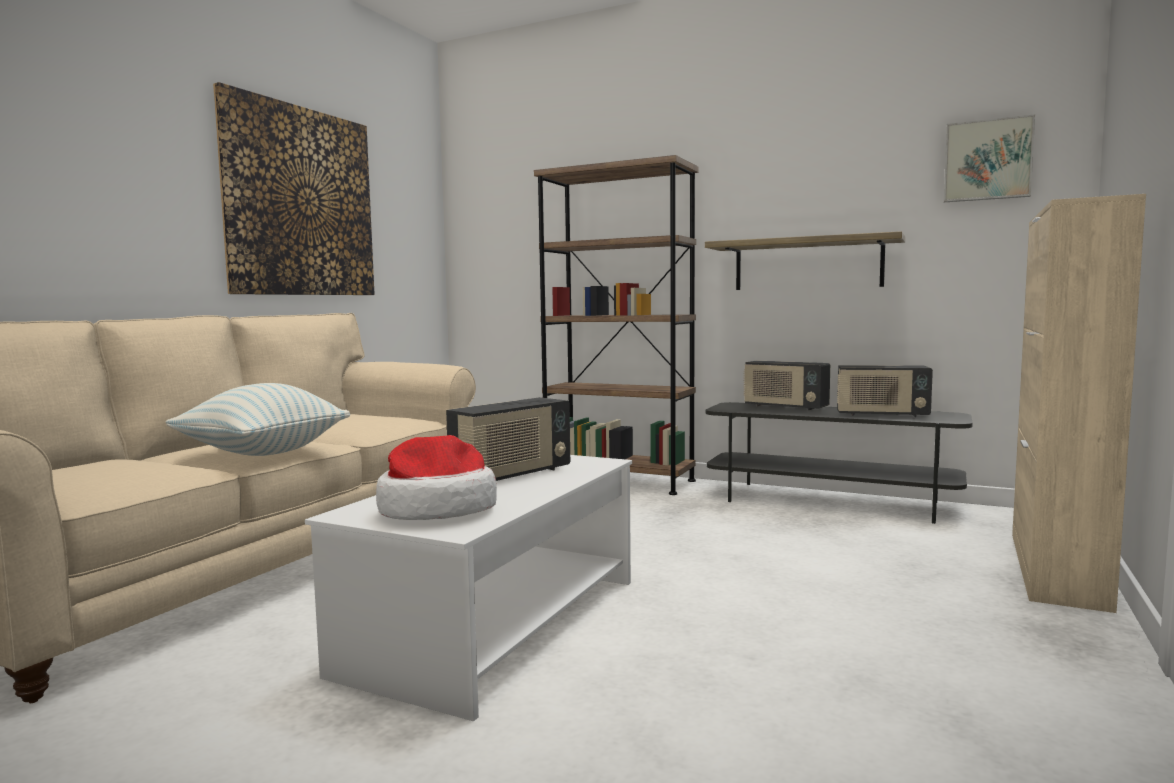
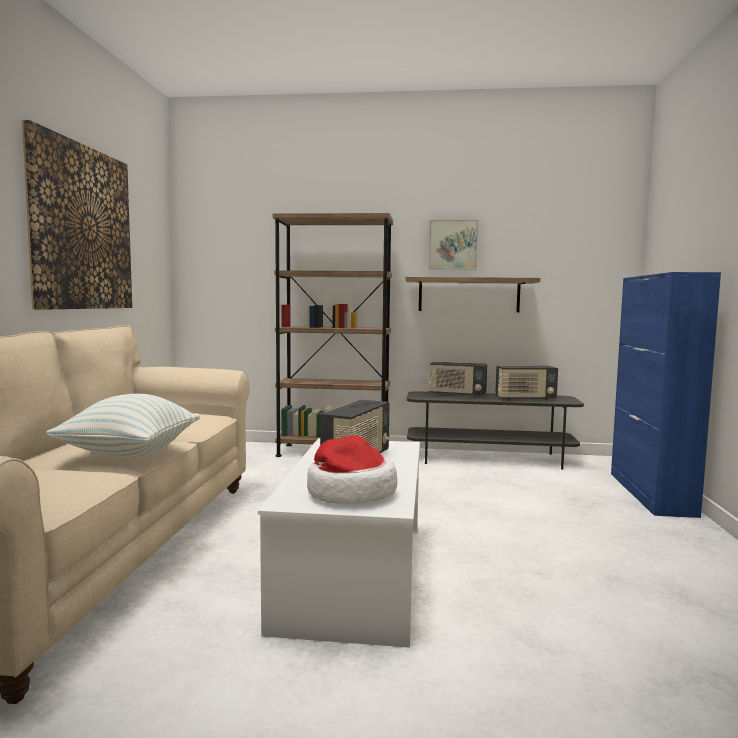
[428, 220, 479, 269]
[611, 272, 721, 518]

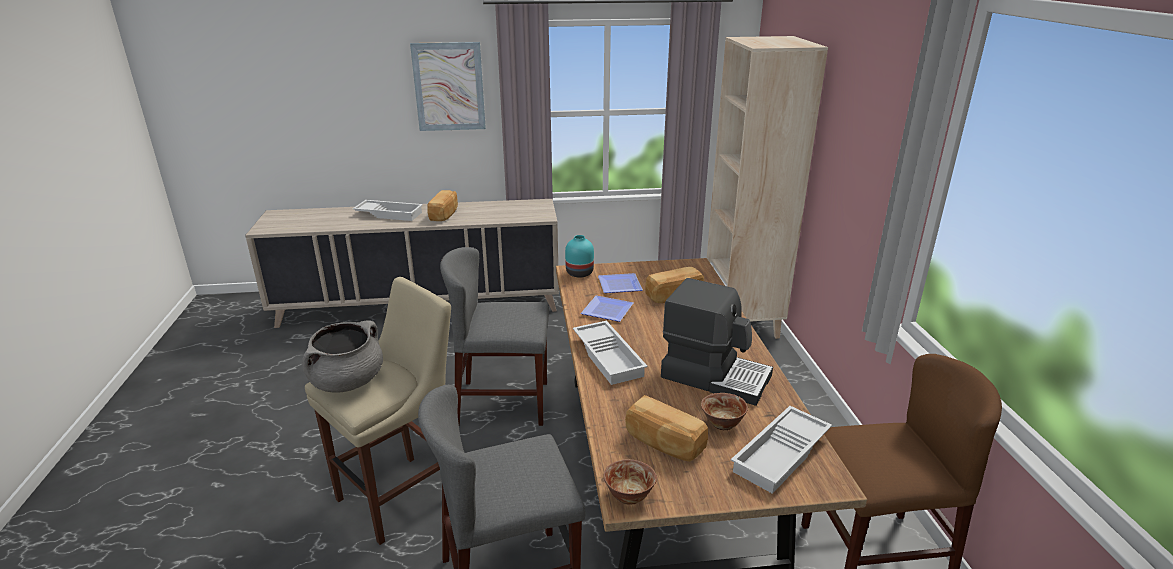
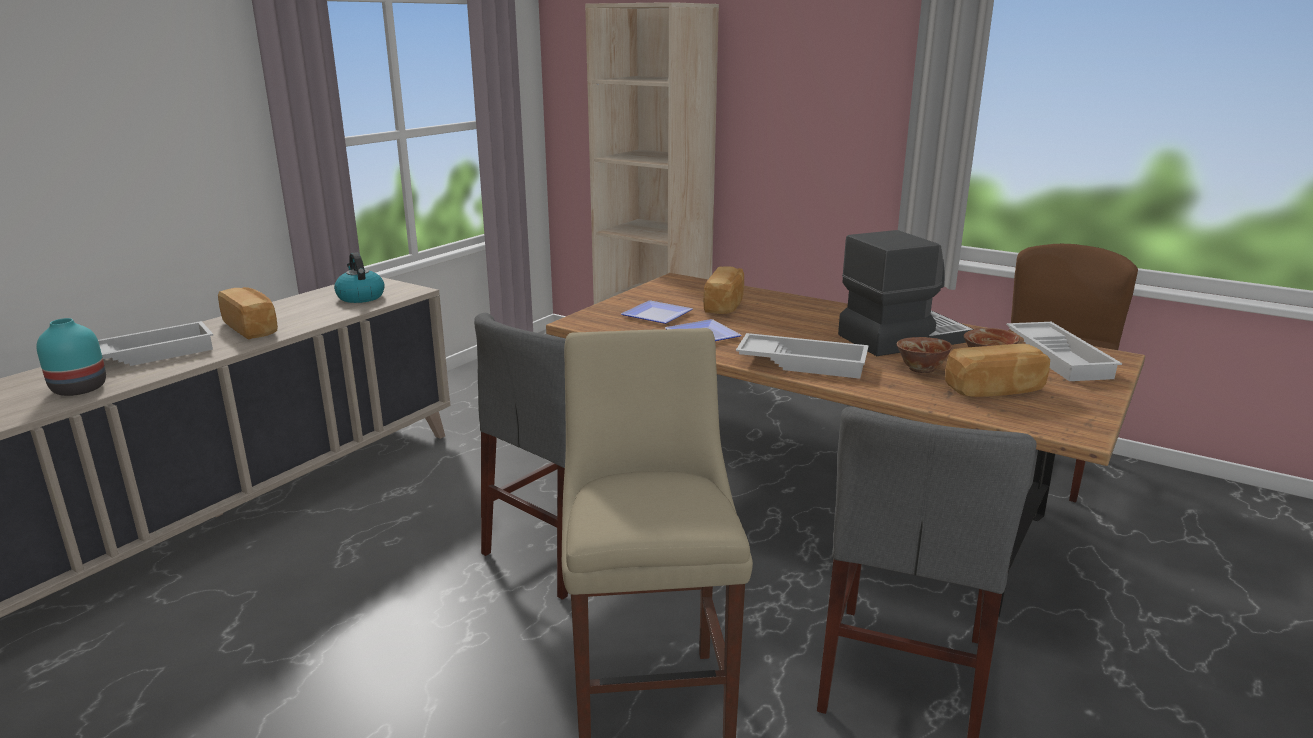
[302, 320, 383, 392] (first image)
[410, 42, 486, 131] (first image)
[334, 252, 385, 303]
[36, 318, 106, 396]
[897, 337, 952, 373]

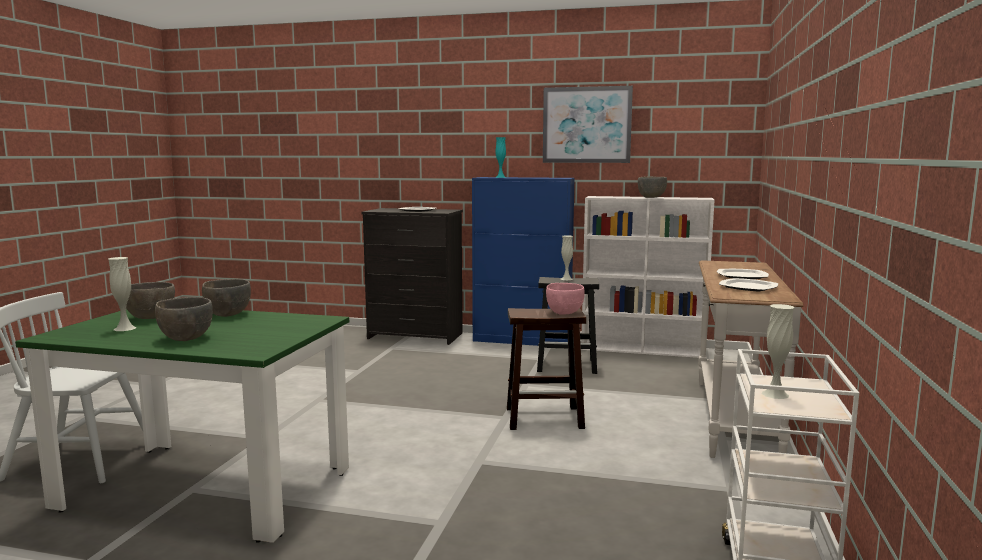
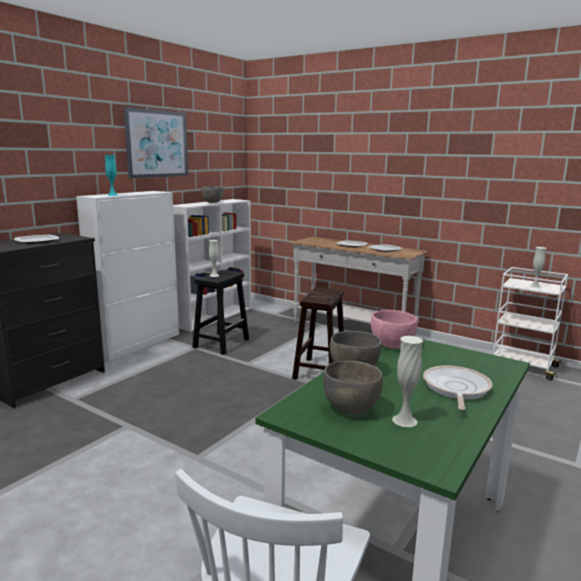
[371, 310, 417, 349]
[423, 366, 492, 410]
[76, 191, 179, 361]

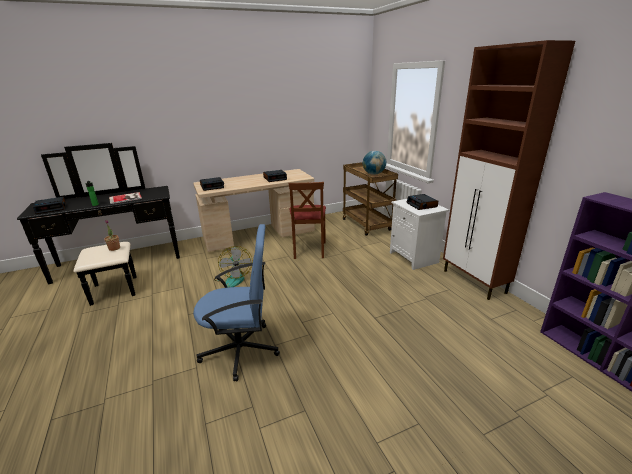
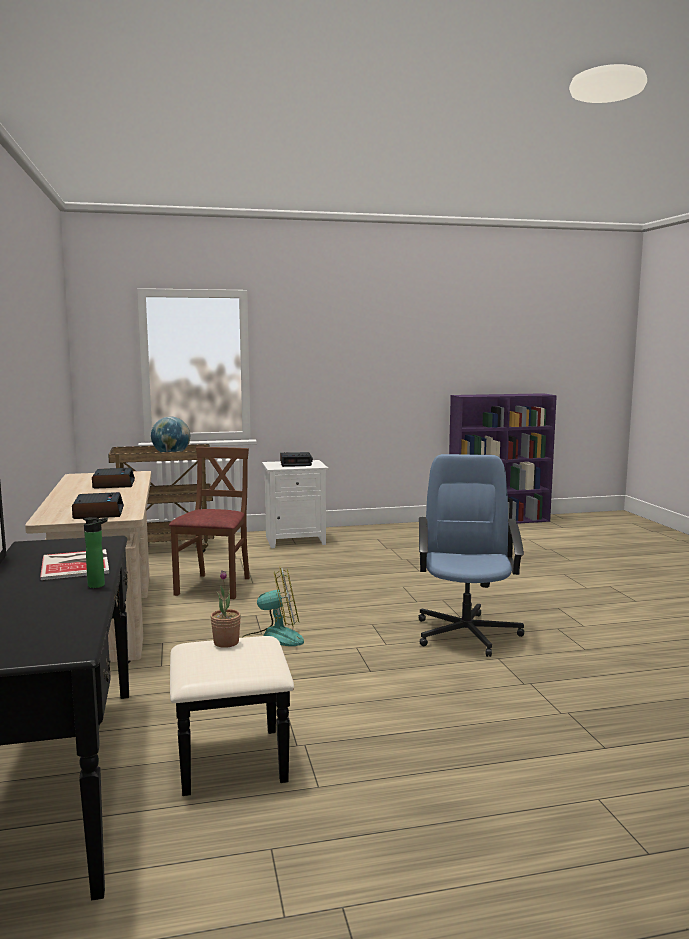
[33, 197, 66, 214] (first image)
[443, 40, 575, 300] (first image)
[169, 447, 250, 599]

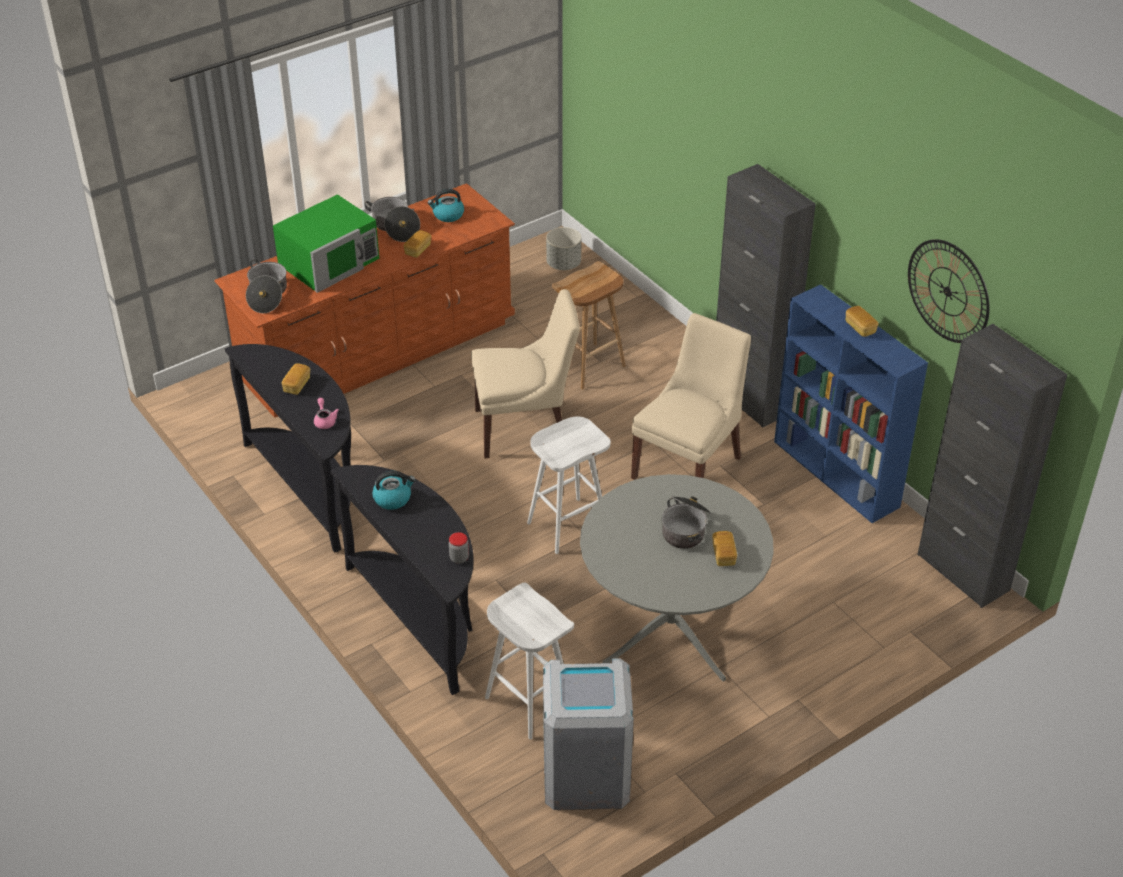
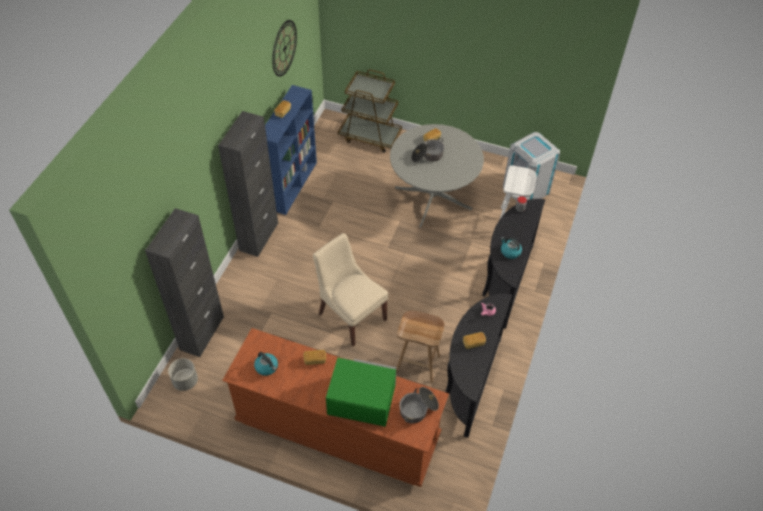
[365, 197, 420, 242] (first image)
[527, 416, 611, 554] (first image)
[631, 313, 751, 480] (first image)
[338, 70, 402, 153]
[396, 311, 444, 383]
[145, 208, 224, 357]

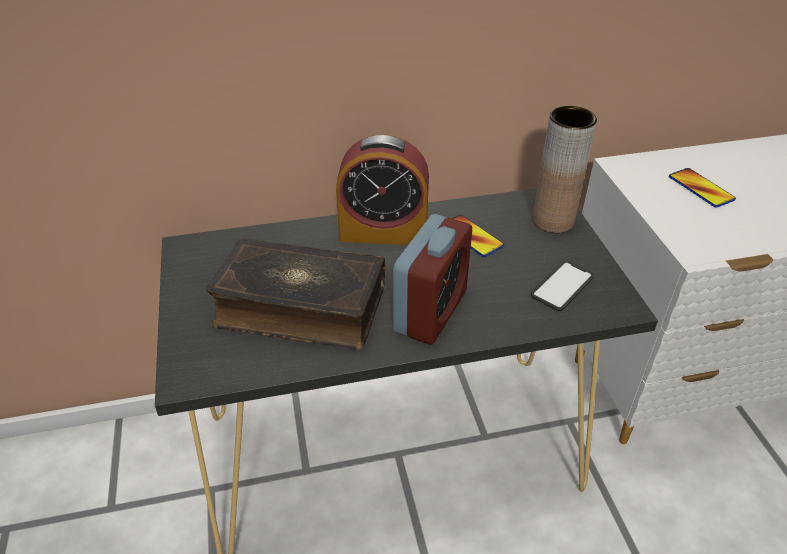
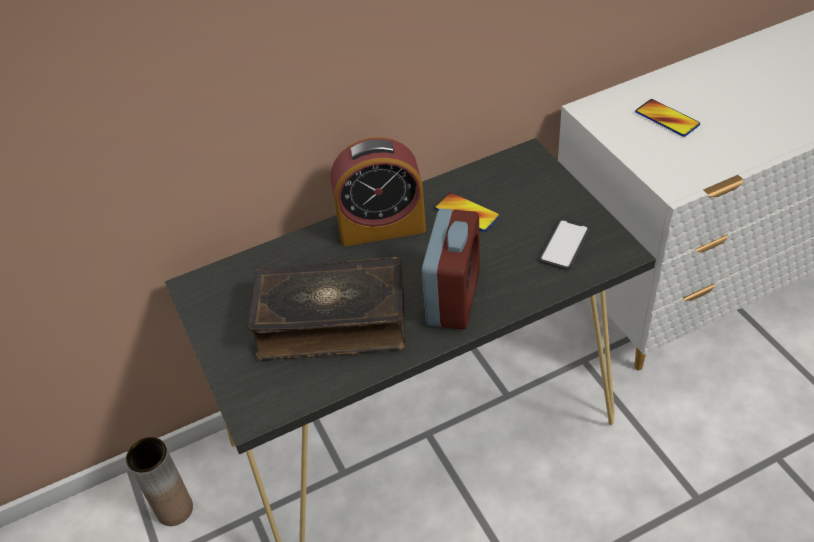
[126, 437, 193, 526]

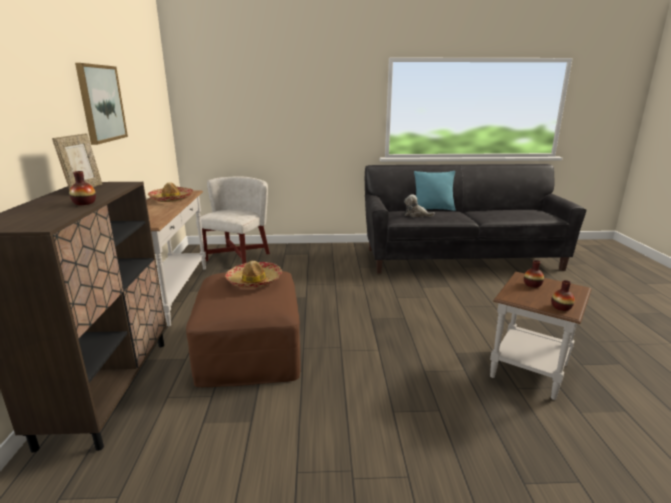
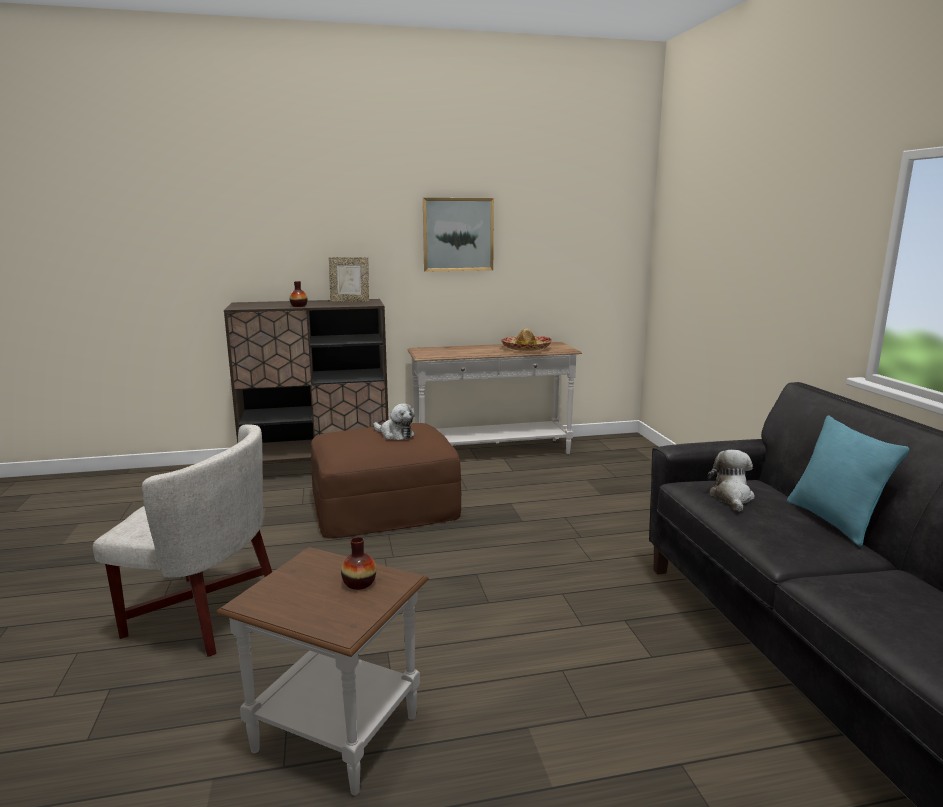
[551, 280, 575, 311] (first image)
[93, 424, 272, 657]
[374, 403, 415, 440]

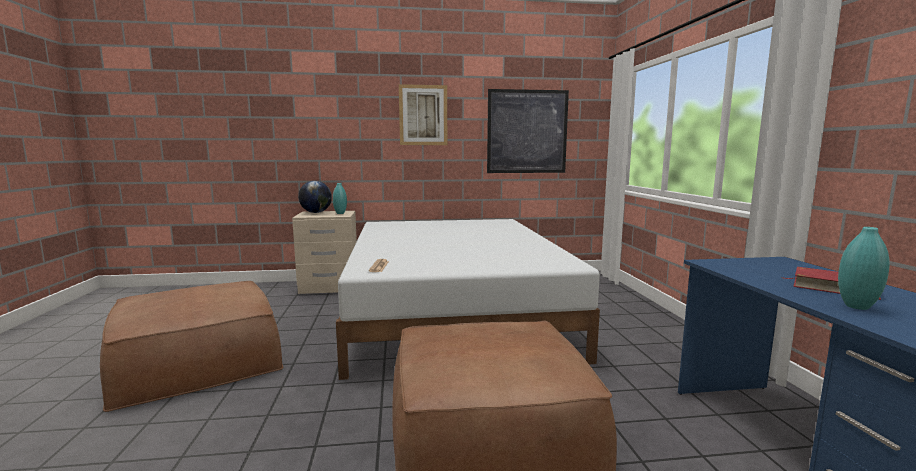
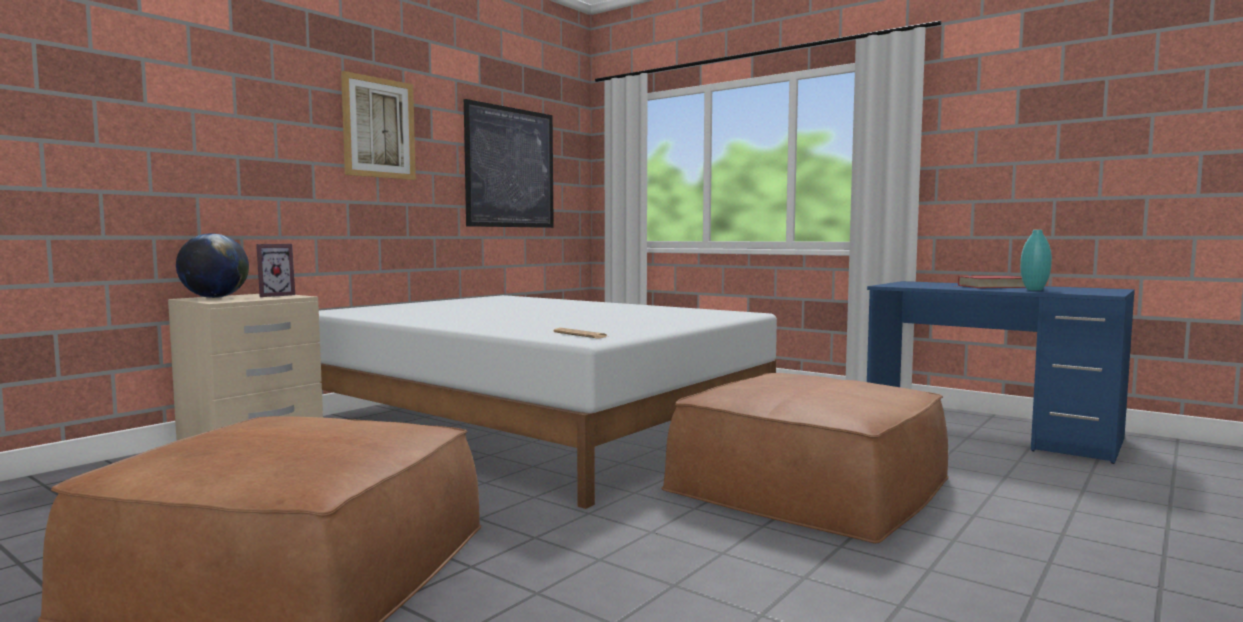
[256, 244, 295, 297]

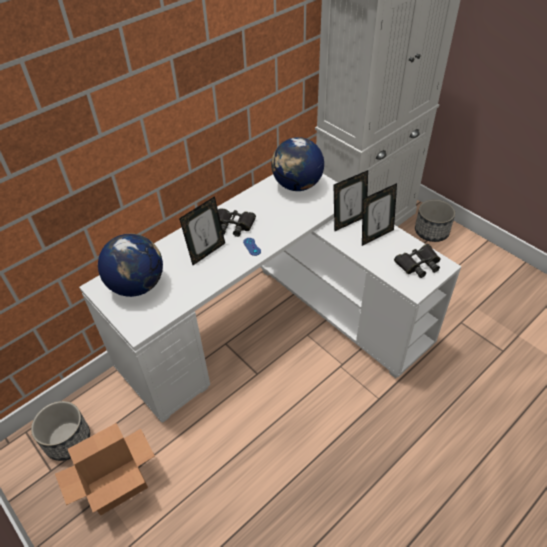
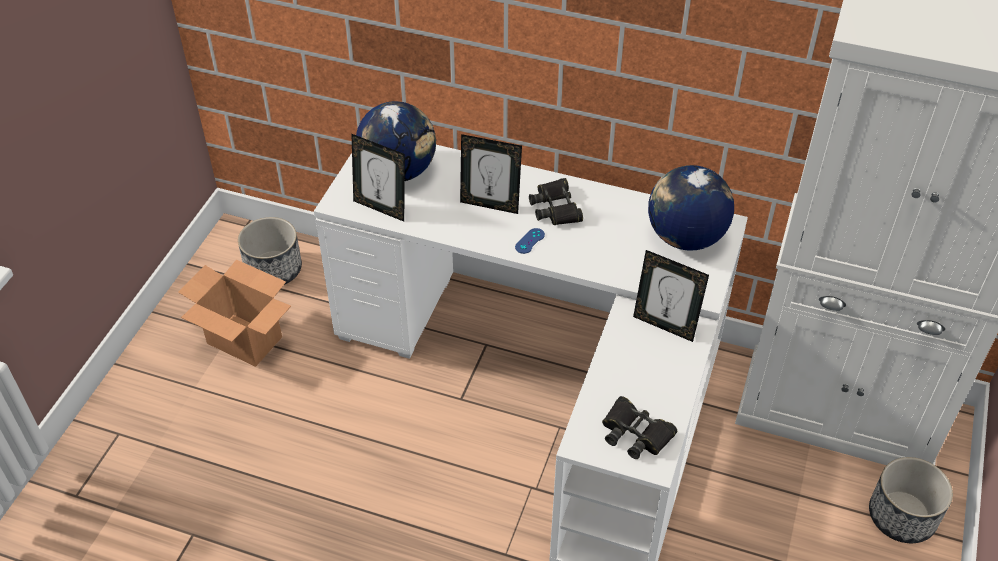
[351, 134, 405, 222]

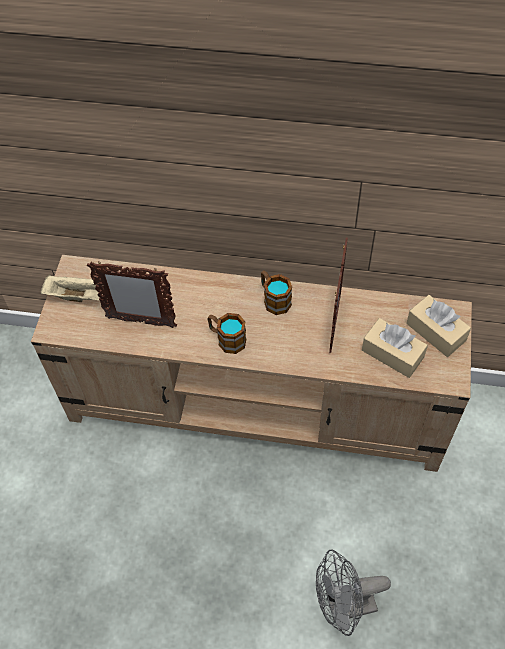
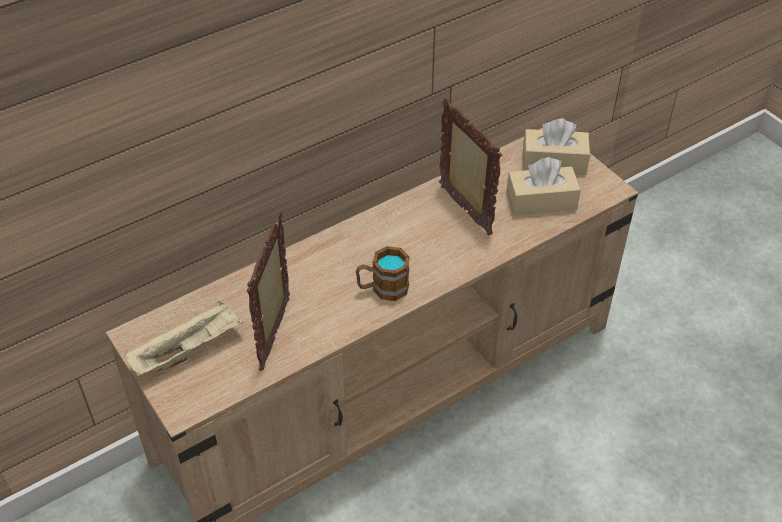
[261, 271, 292, 315] (first image)
[316, 549, 391, 636] (first image)
[247, 212, 290, 371]

